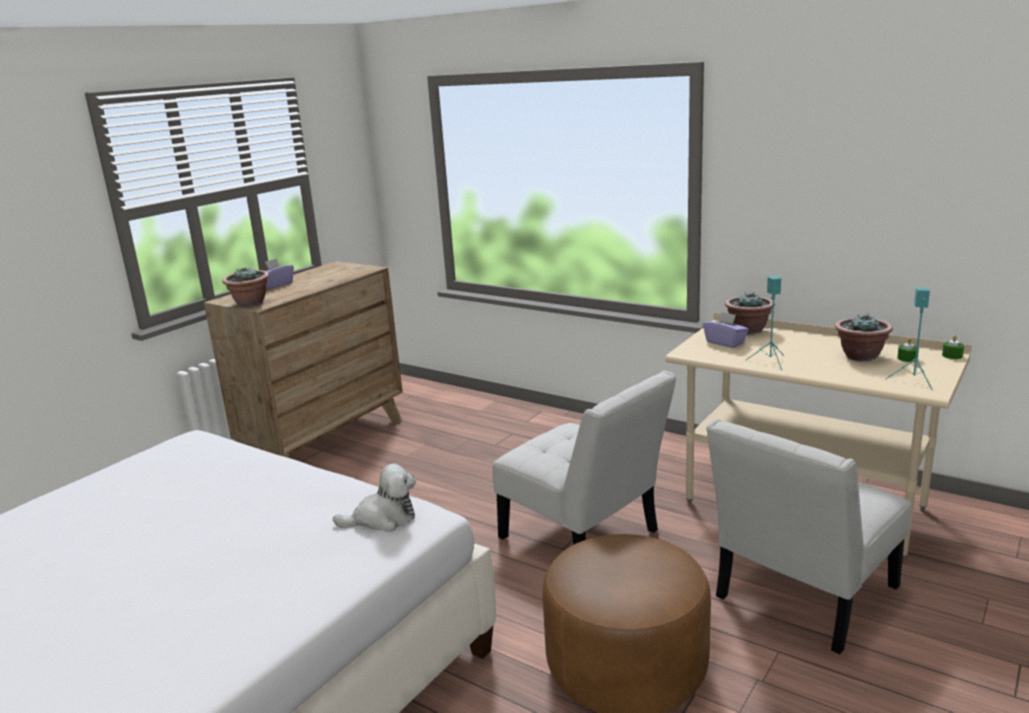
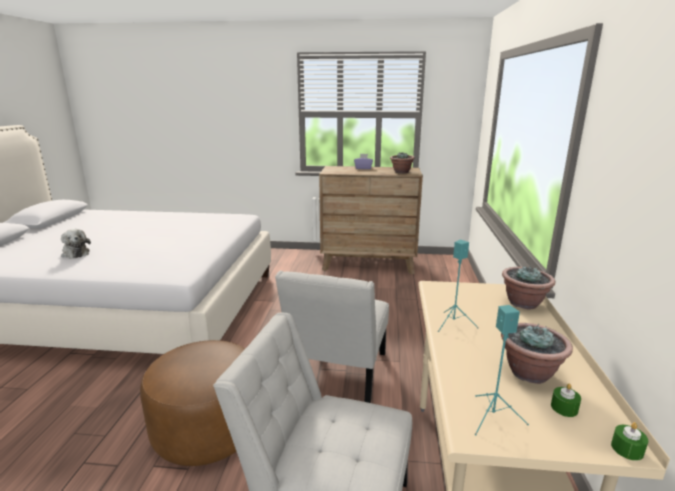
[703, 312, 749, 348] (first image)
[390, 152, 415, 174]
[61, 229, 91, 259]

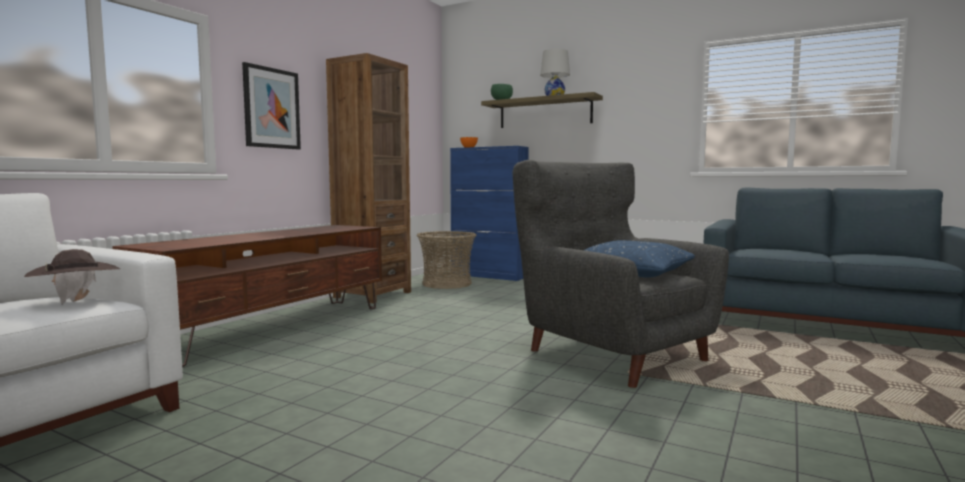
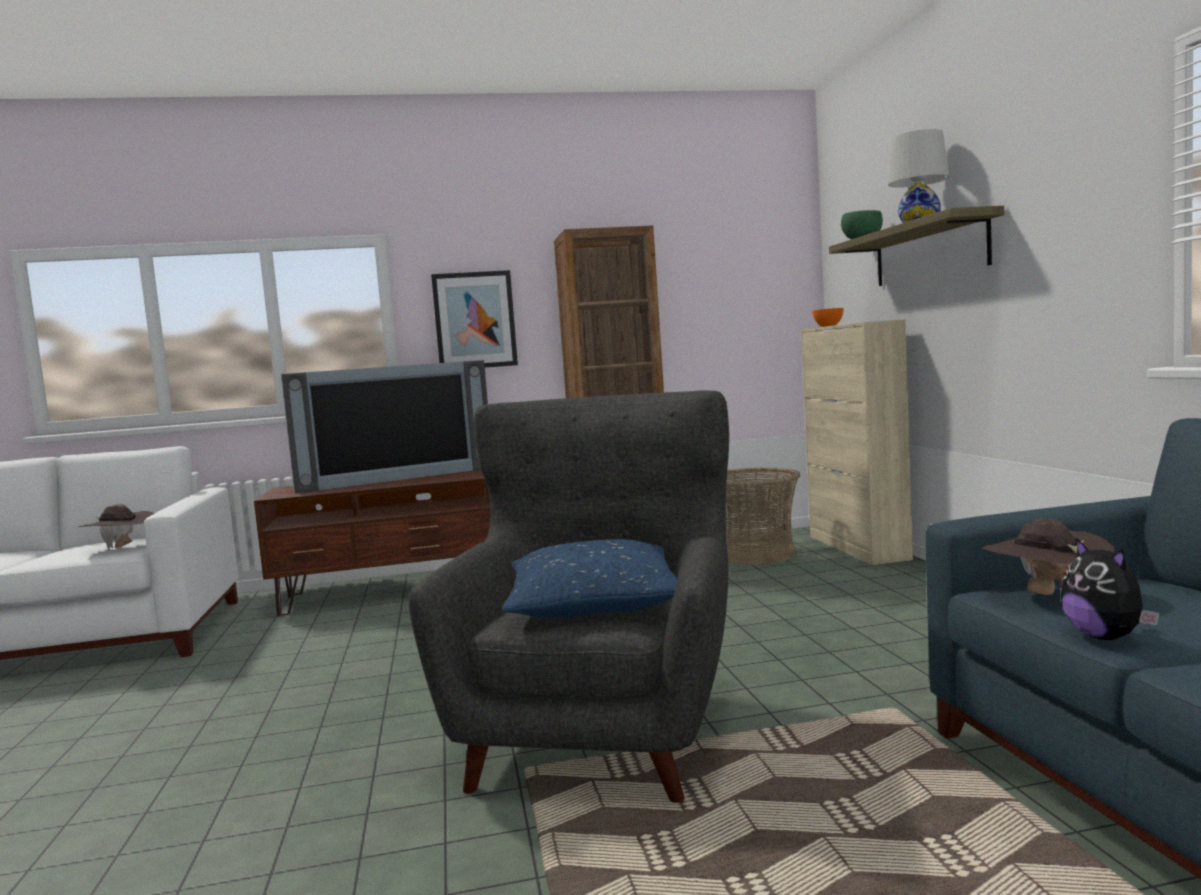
[281, 360, 488, 493]
[982, 519, 1115, 595]
[1061, 538, 1159, 640]
[801, 319, 913, 565]

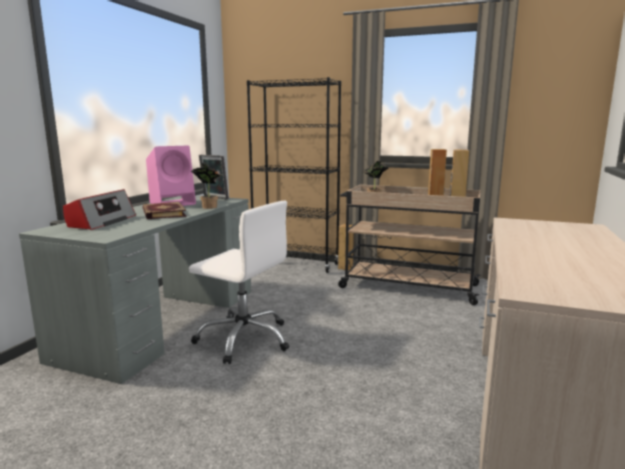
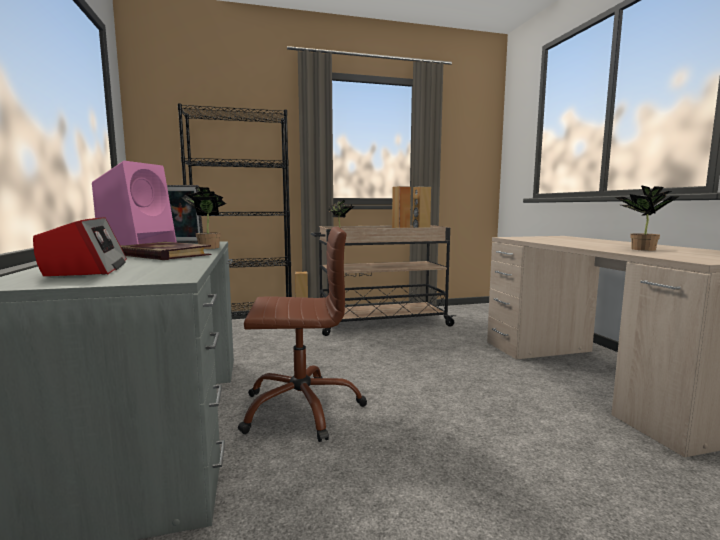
[615, 185, 679, 251]
[238, 227, 367, 442]

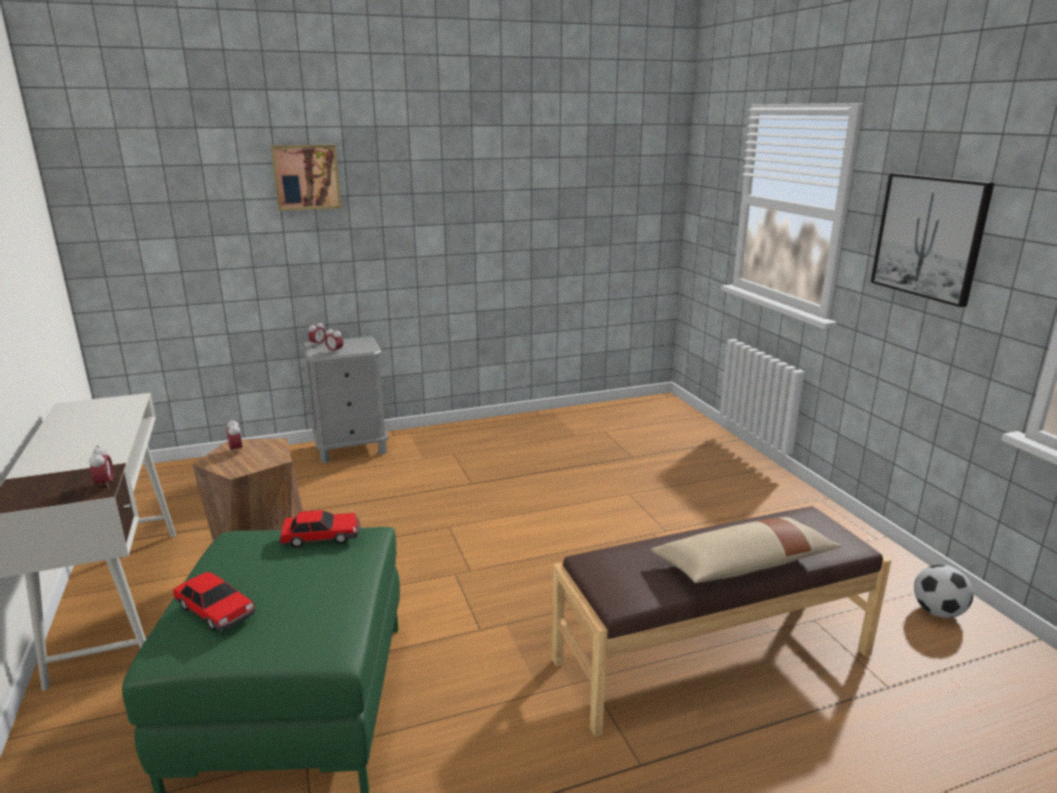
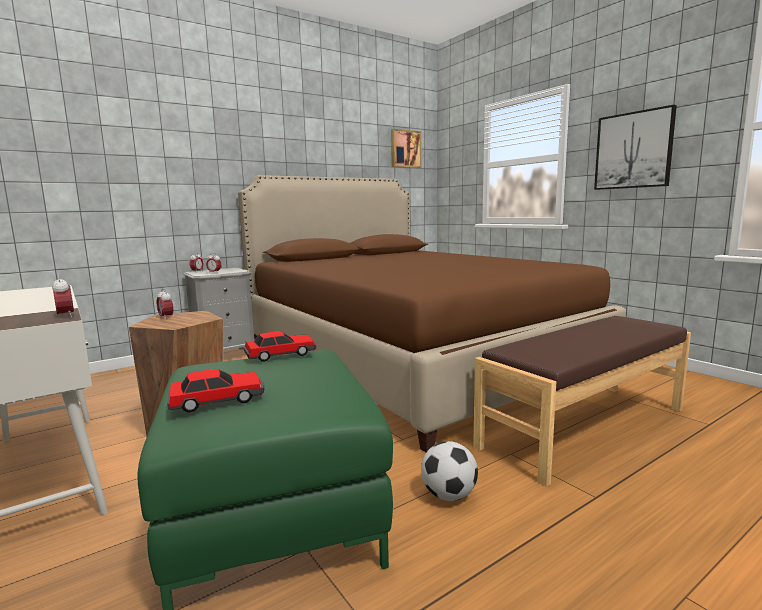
[651, 517, 842, 583] (first image)
[238, 175, 626, 452]
[391, 129, 422, 168]
[421, 441, 478, 501]
[168, 369, 264, 412]

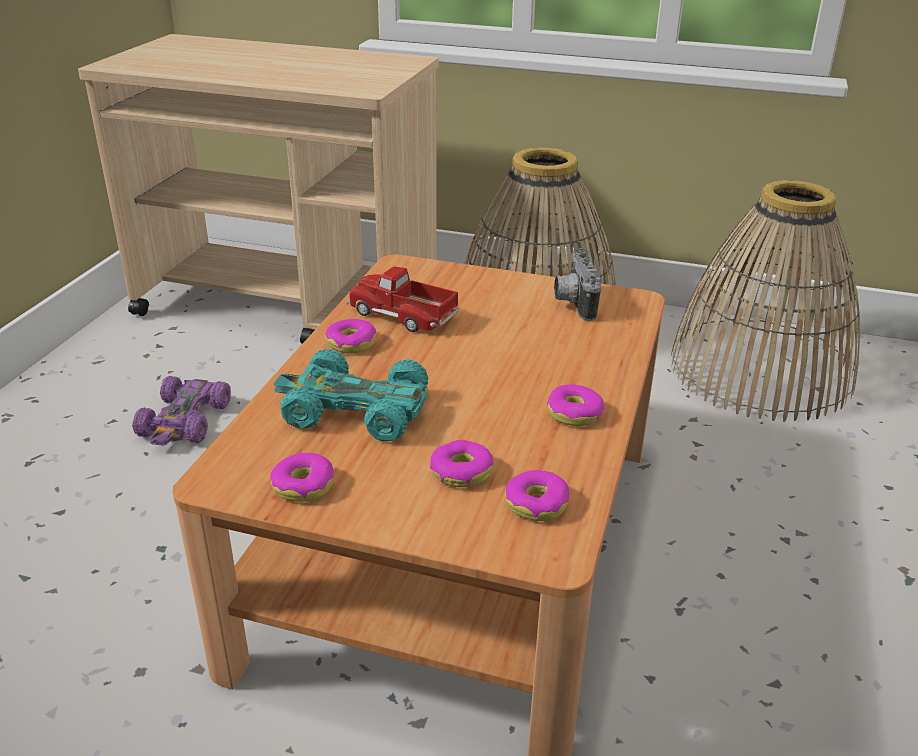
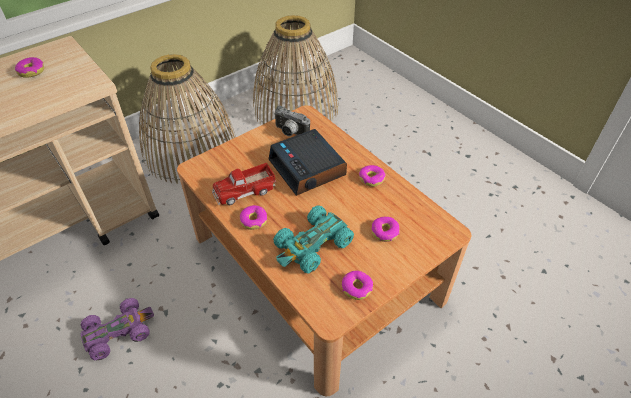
[269, 129, 347, 196]
[15, 57, 44, 78]
[80, 298, 154, 360]

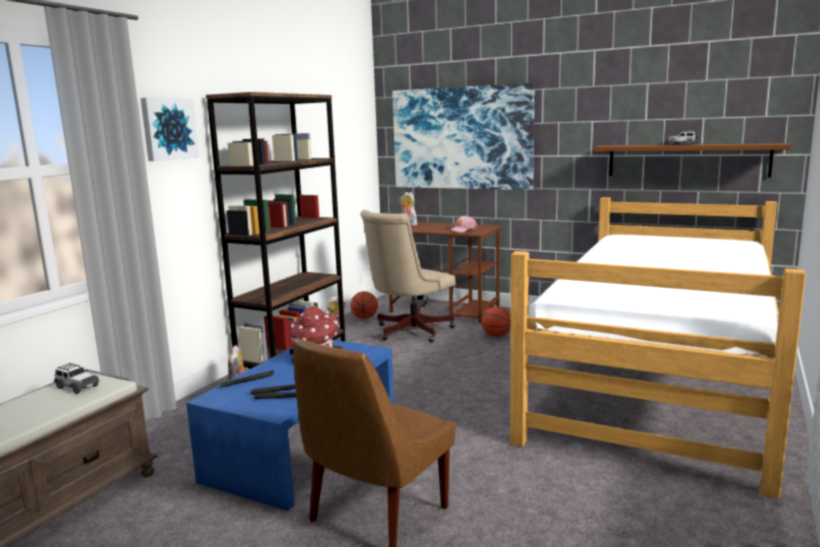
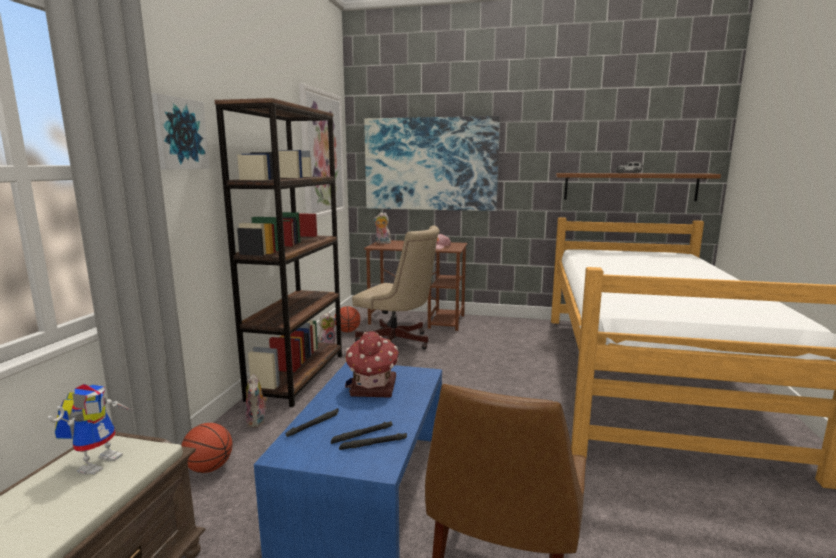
[299, 83, 345, 218]
[181, 423, 232, 473]
[48, 384, 133, 475]
[352, 226, 440, 350]

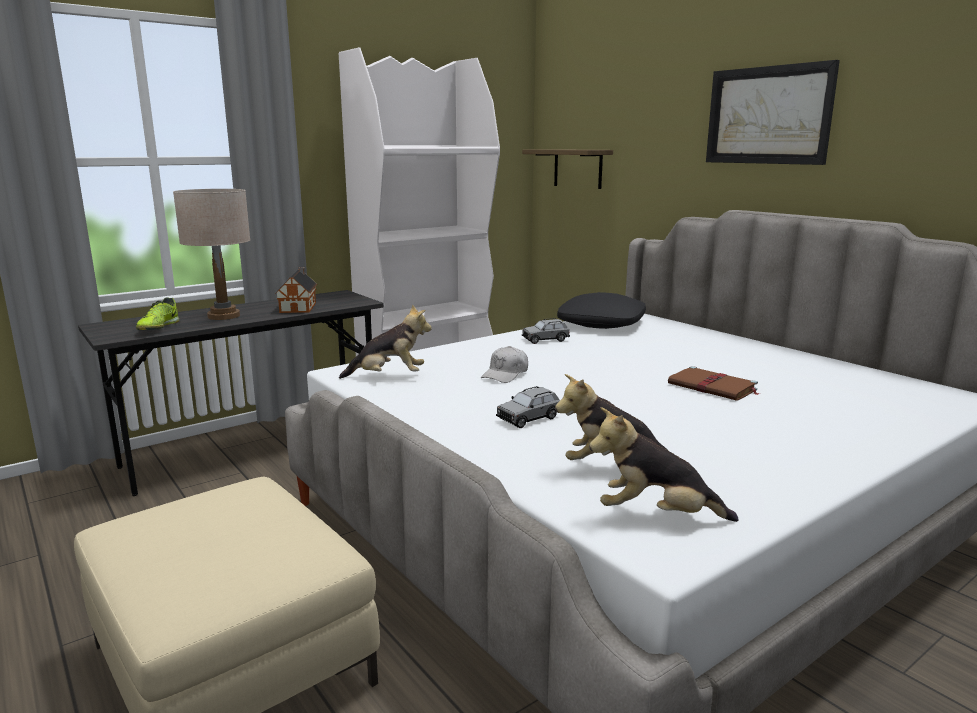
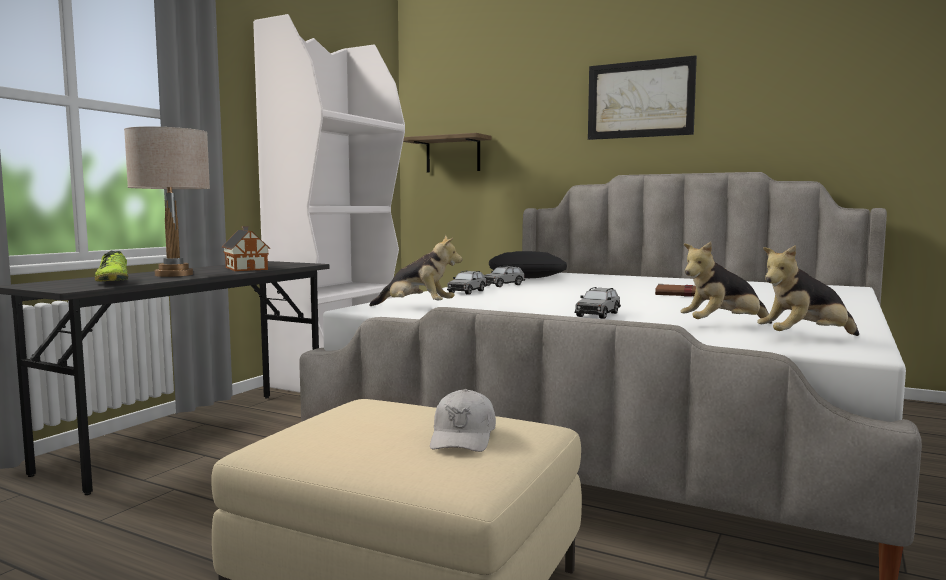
[447, 270, 487, 295]
[430, 389, 496, 452]
[369, 235, 462, 306]

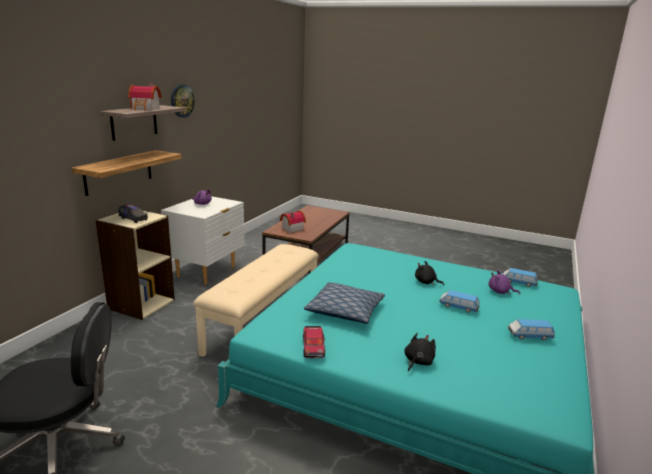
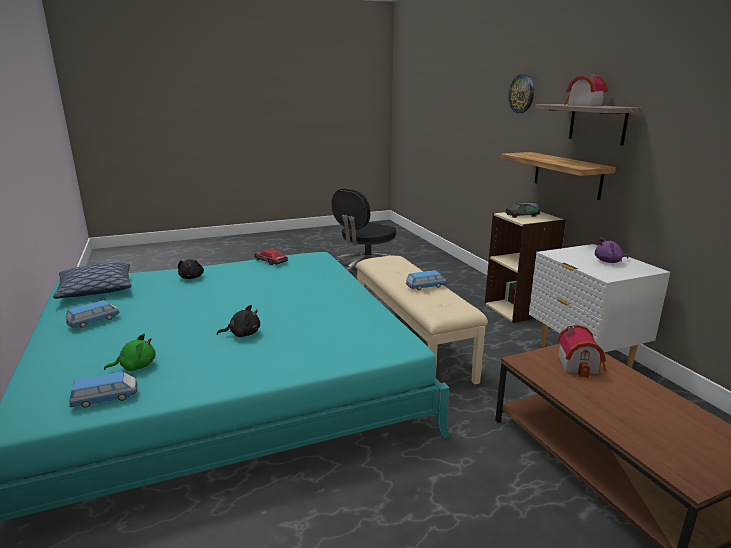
[508, 74, 534, 113]
[53, 262, 132, 299]
[406, 270, 447, 290]
[104, 334, 156, 371]

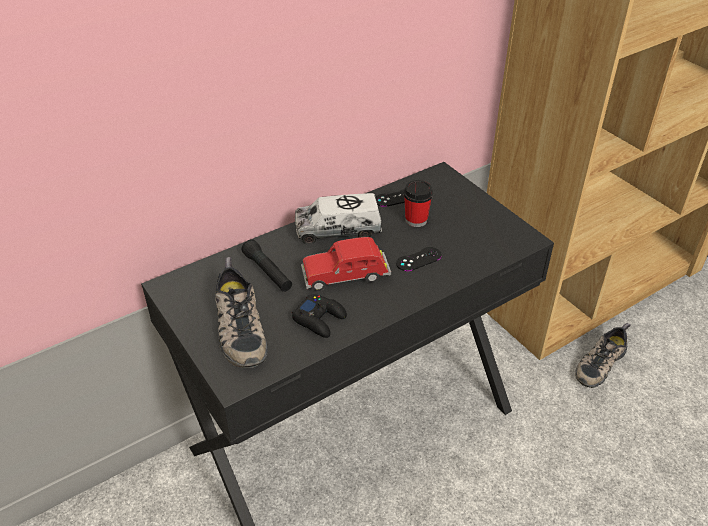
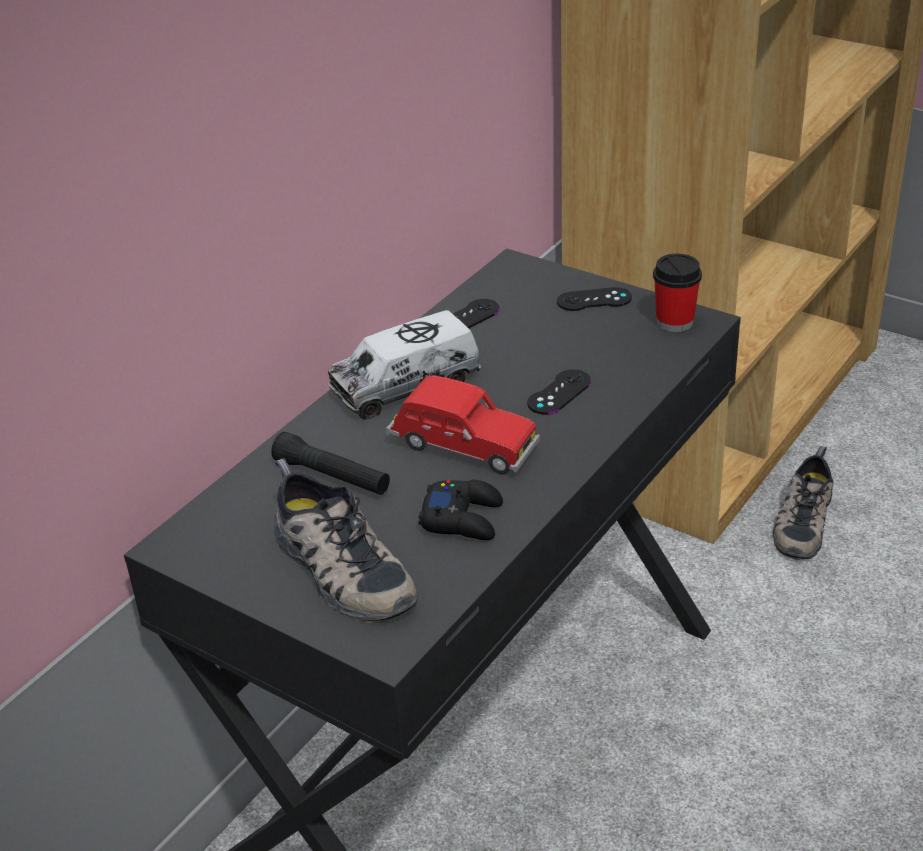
[557, 287, 632, 311]
[653, 254, 702, 332]
[386, 375, 540, 474]

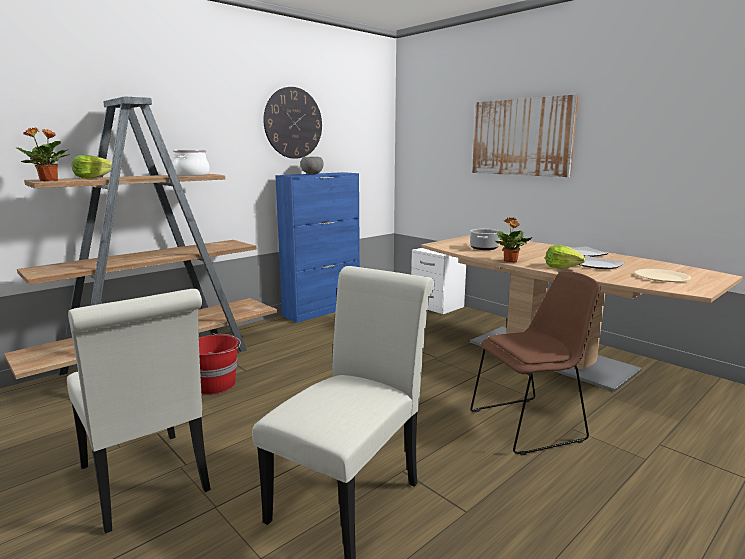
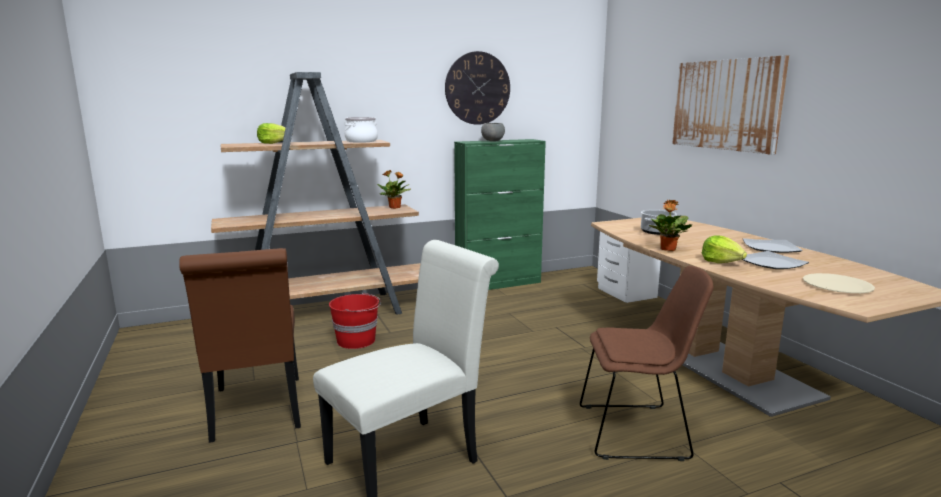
[377, 170, 411, 209]
[179, 248, 301, 443]
[454, 139, 546, 290]

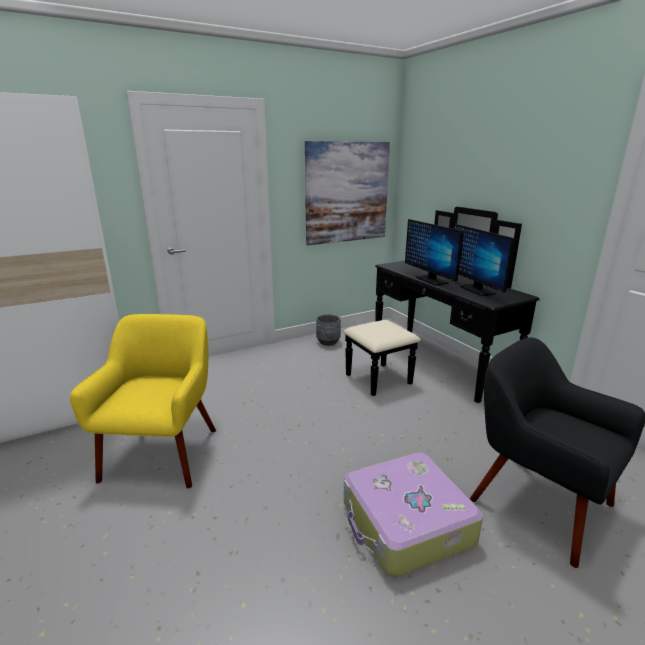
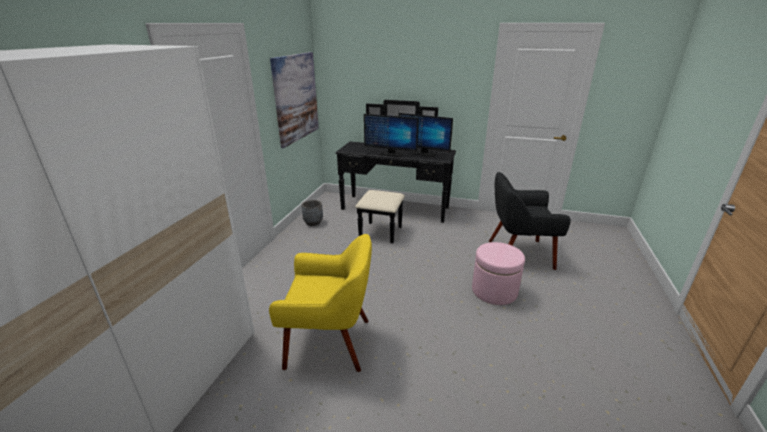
[472, 242, 525, 305]
[269, 234, 372, 372]

